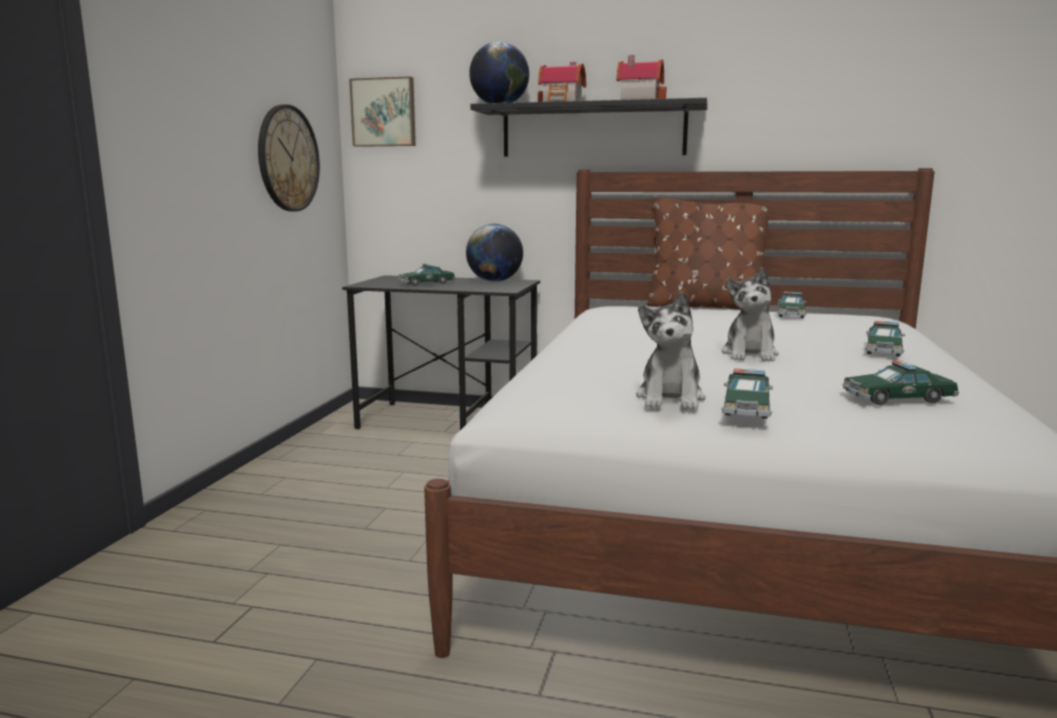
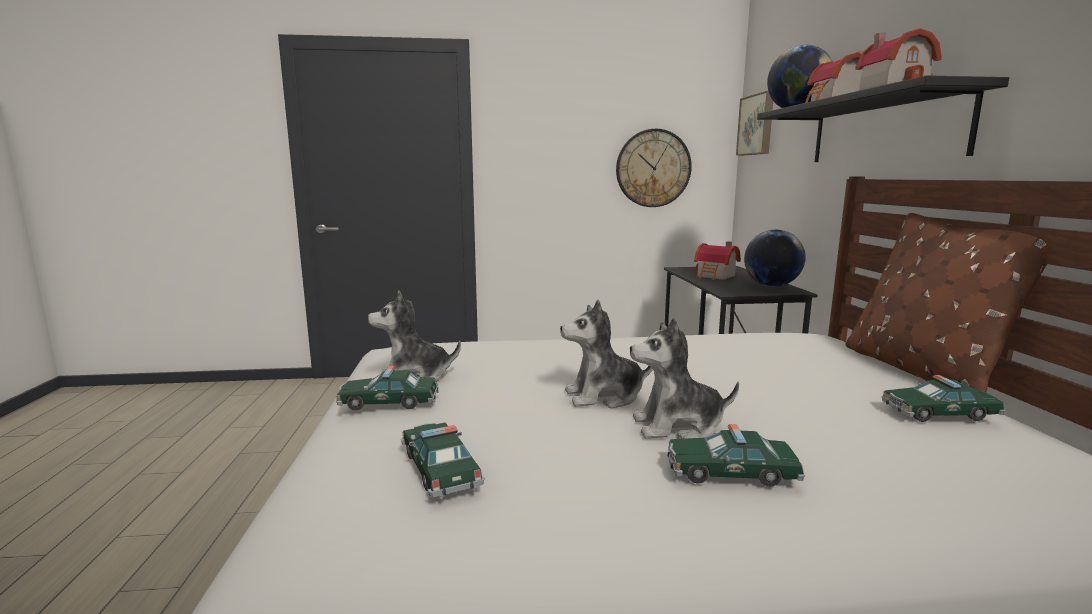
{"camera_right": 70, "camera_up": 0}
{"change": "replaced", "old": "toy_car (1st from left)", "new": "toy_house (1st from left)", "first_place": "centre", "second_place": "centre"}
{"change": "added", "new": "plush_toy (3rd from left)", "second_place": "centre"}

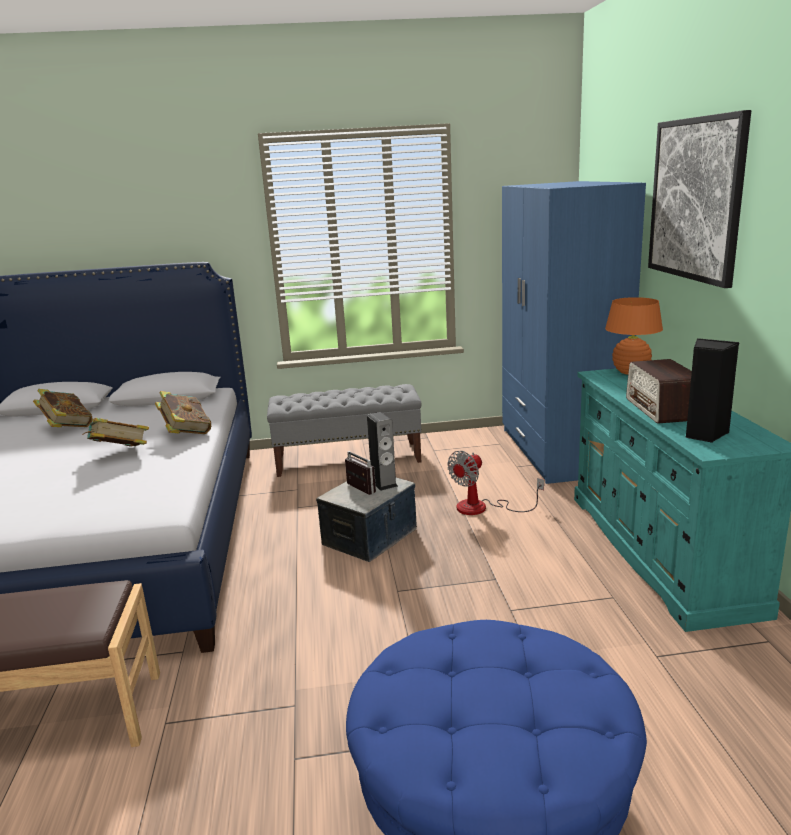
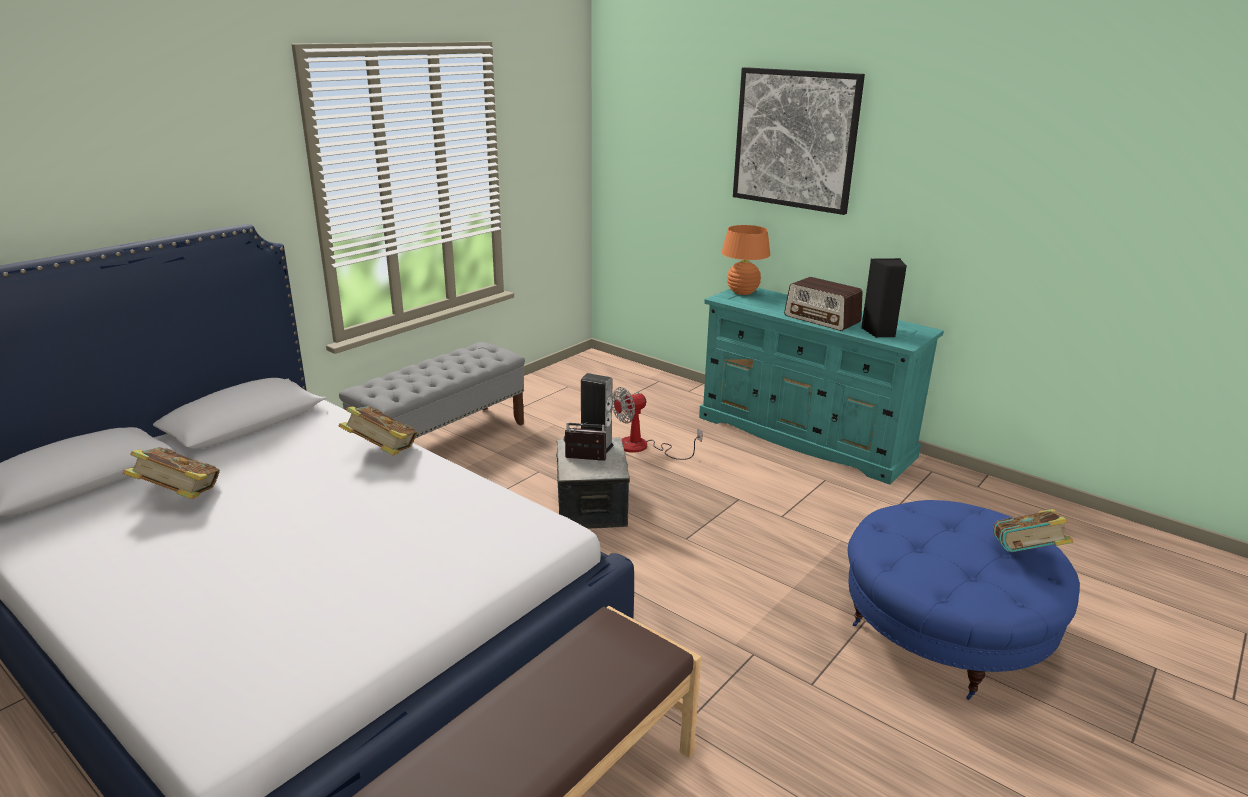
{"camera_right": -45, "camera_up": 5}
{"change": "removed", "old": "blue_wardrobe", "first_place": "middle right"}
{"change": "moved", "old": "book (2nd from left in the first image)", "new": "book (3rd from left)", "first_place": "middle left", "second_place": "middle right"}
{"change": "turned", "old": "fan", "first_place": "centre", "second_place": "centre", "degrees": 60}

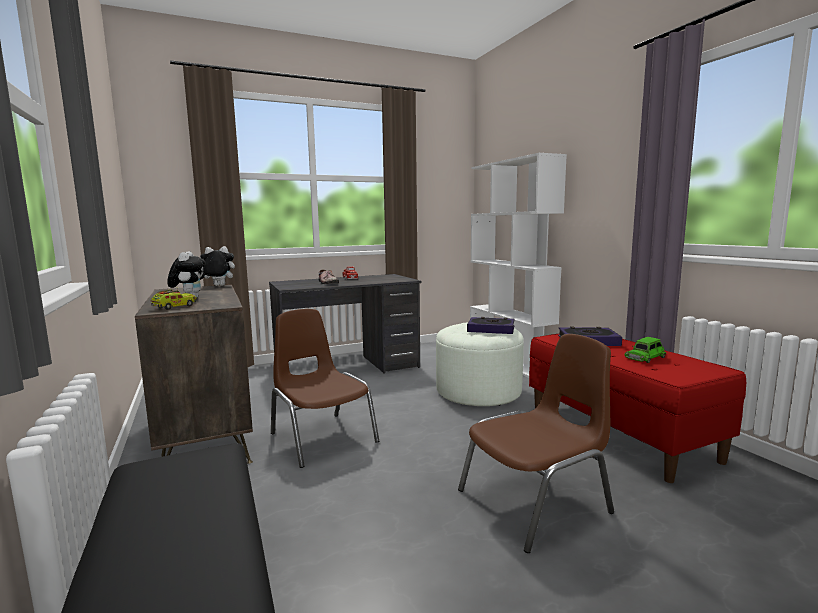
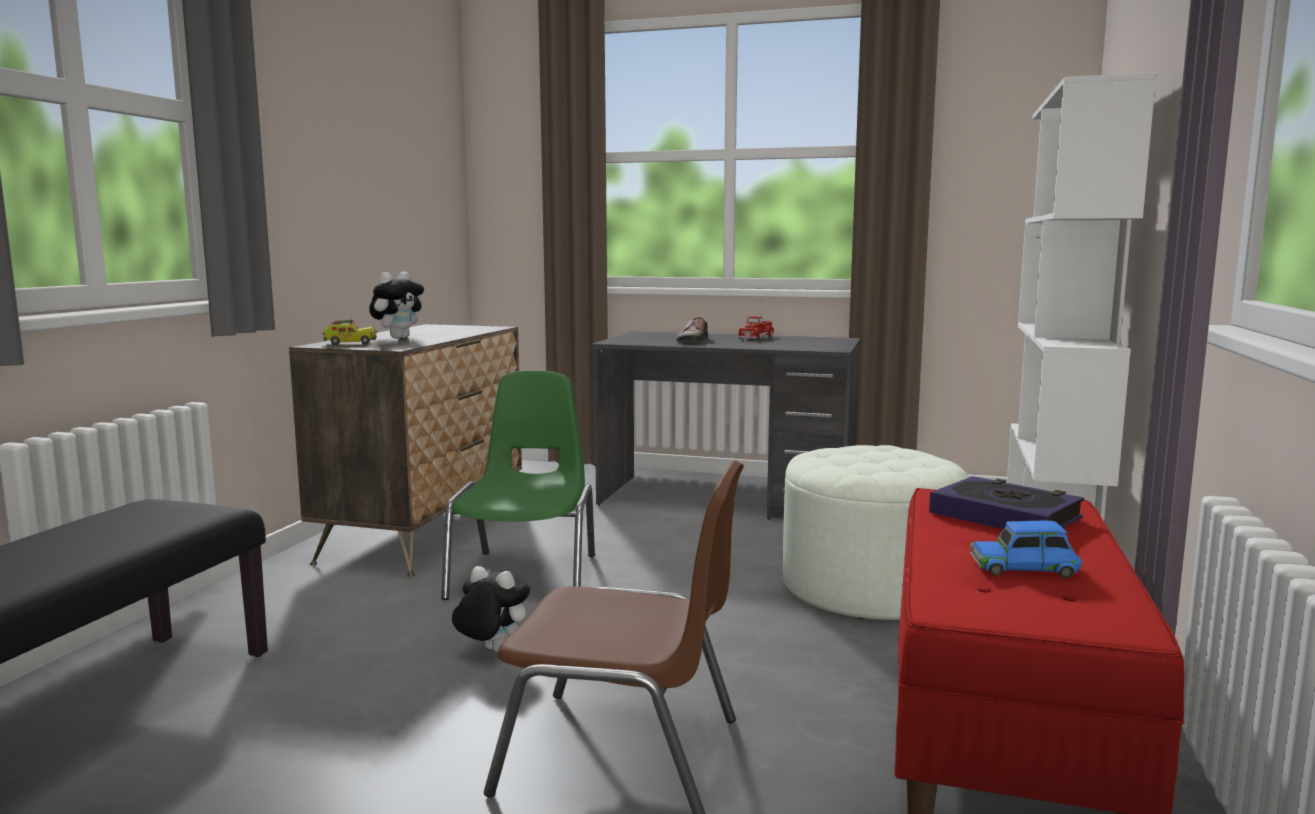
{"camera_right": 40, "camera_up": 0}
{"change": "moved", "old": "plush_toy (2nd from left)", "first_place": "middle left", "second_place": "bottom centre"}
{"change": "recoloured", "old": "brown_chair (1st from left)", "new": "green_chair", "first_place": "centre", "second_place": "centre"}
{"change": "removed", "old": "book (1st from left)", "first_place": "centre"}
{"change": "recoloured", "old": "green_toy_car", "new": "blue_toy_car", "first_place": "middle right", "second_place": "bottom right"}

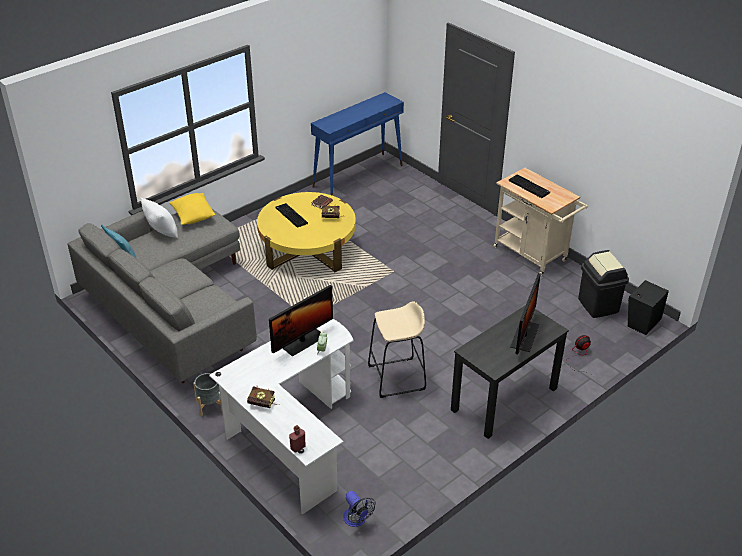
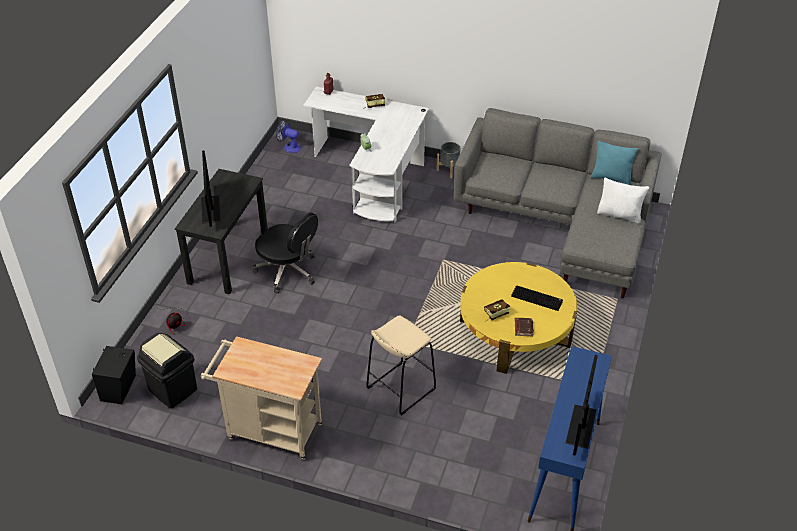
{"camera_right": 150, "camera_up": 5}
{"change": "removed", "old": "keyboard (2nd from left)", "first_place": "middle right"}
{"change": "removed", "old": "yellow_pillow", "first_place": "middle left"}
{"change": "moved", "old": "monitor (1st from left in the first image)", "new": "monitor (2nd from left)", "first_place": "centre", "second_place": "bottom right"}
{"change": "moved", "old": "beige_stool", "first_place": "centre", "second_place": "bottom centre"}
{"change": "added", "new": "black_office_chair", "second_place": "centre"}

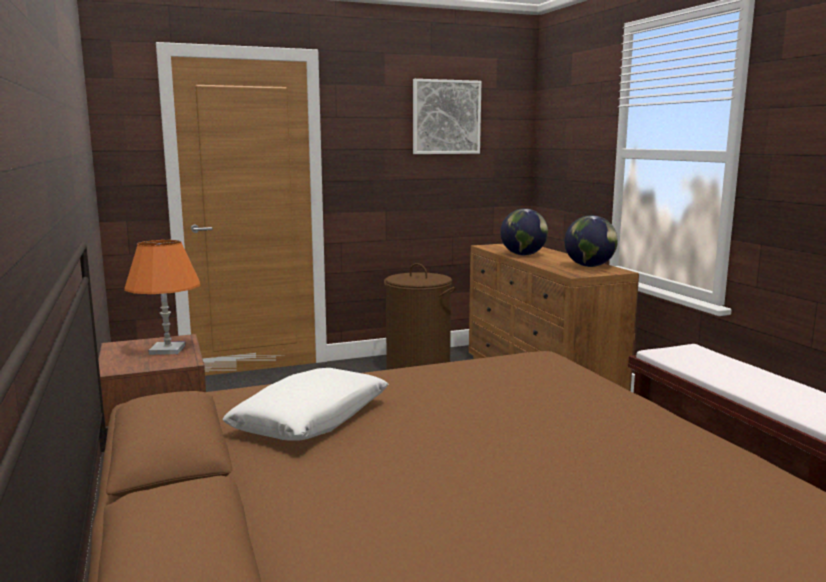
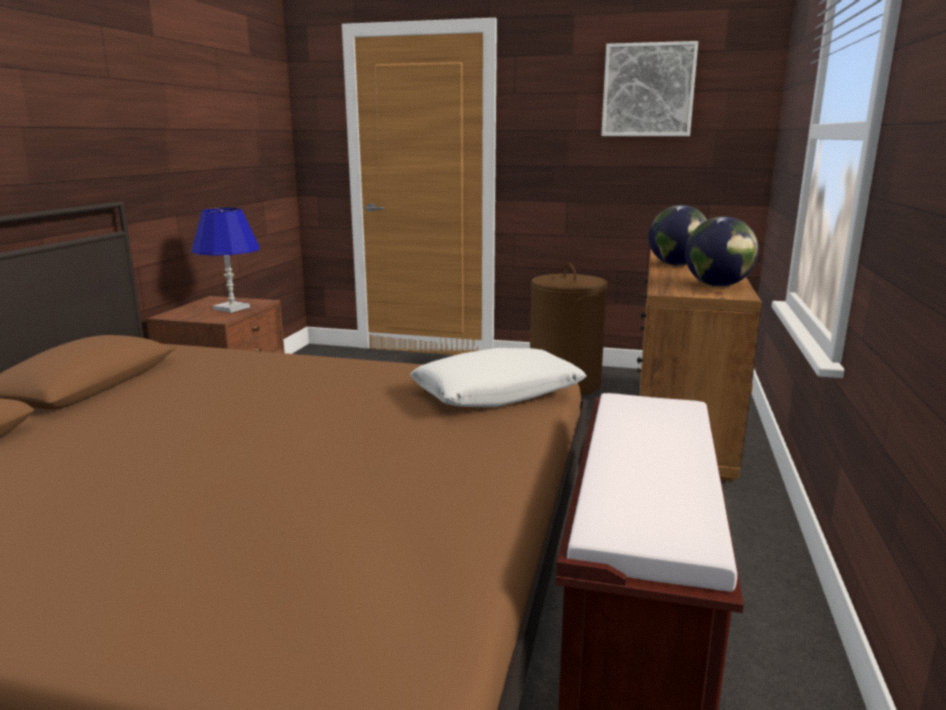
{"camera_right": 35, "camera_up": 5}
{"change": "recoloured", "old": "orange_table_lamp", "new": "blue_table_lamp", "first_place": "middle left", "second_place": "middle left"}
{"change": "moved", "old": "white_pillow", "first_place": "bottom centre", "second_place": "centre"}

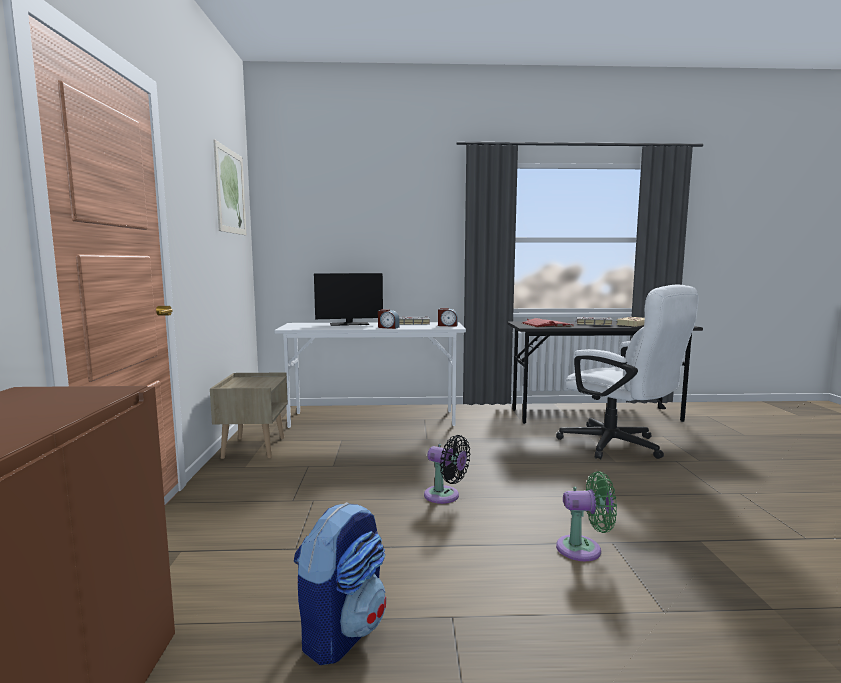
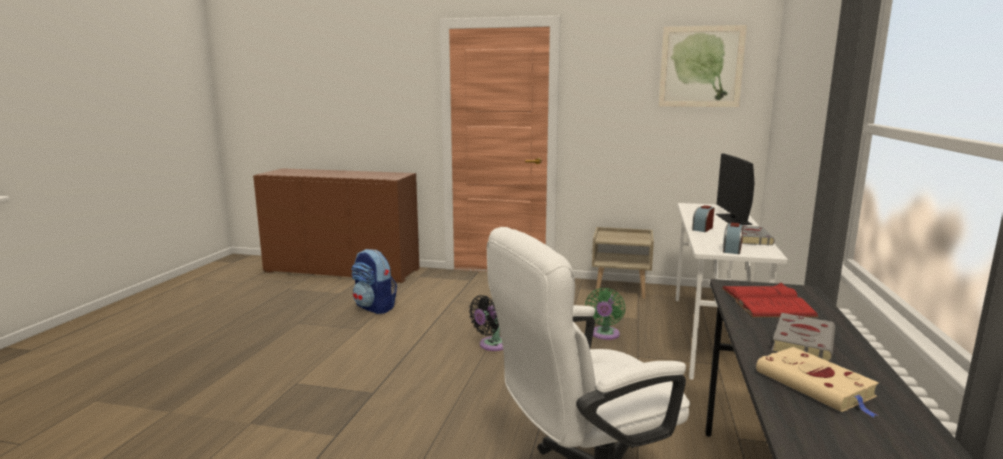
{"camera_right": 105, "camera_up": 5}
{"change": "moved", "old": "green_fan", "first_place": "bottom right", "second_place": "bottom centre"}

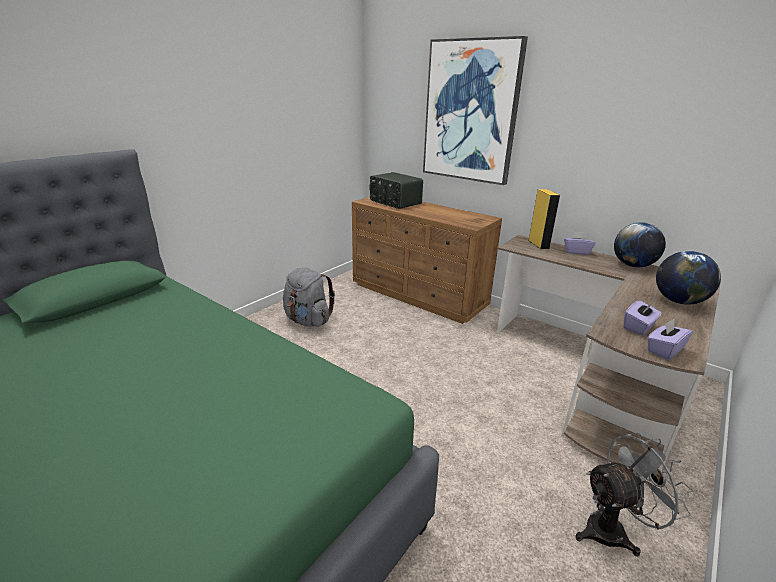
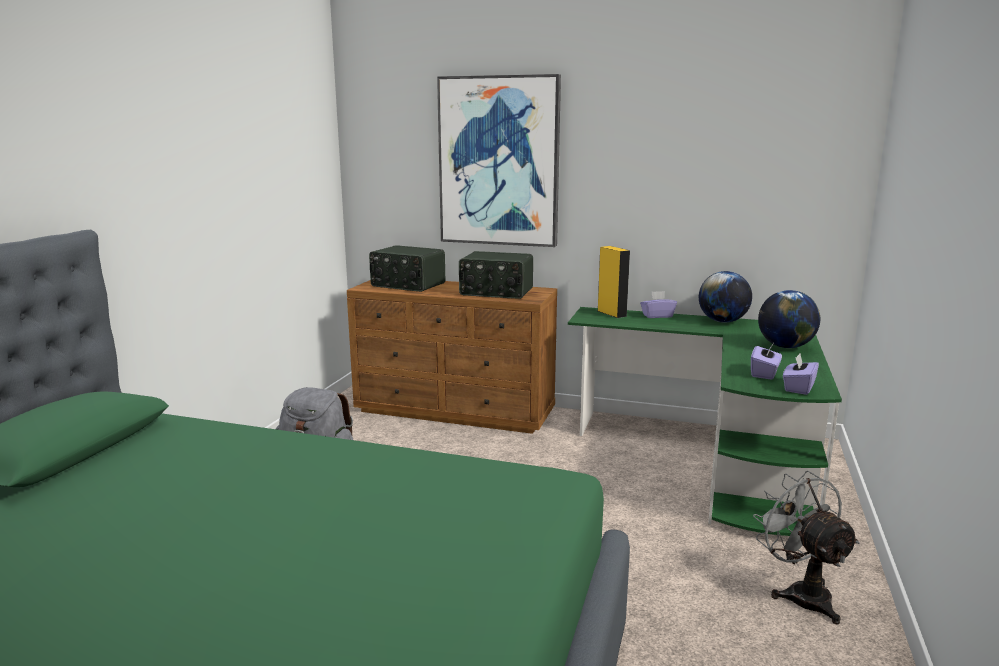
{"camera_right": -20, "camera_up": -10}
{"change": "recoloured", "old": "brown_desk", "new": "green_desk", "first_place": "middle right", "second_place": "middle right"}
{"change": "turned", "old": "grey_fan", "first_place": "bottom right", "second_place": "bottom right", "degrees": -75}
{"change": "added", "new": "radio (2nd from left)", "second_place": "centre"}

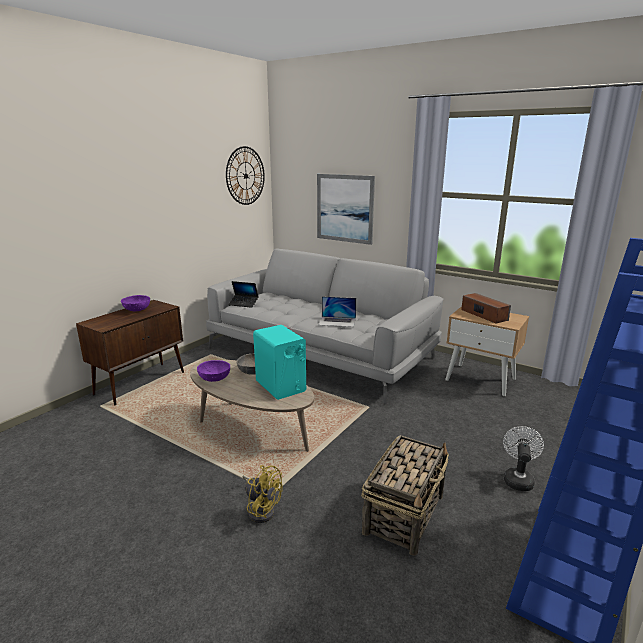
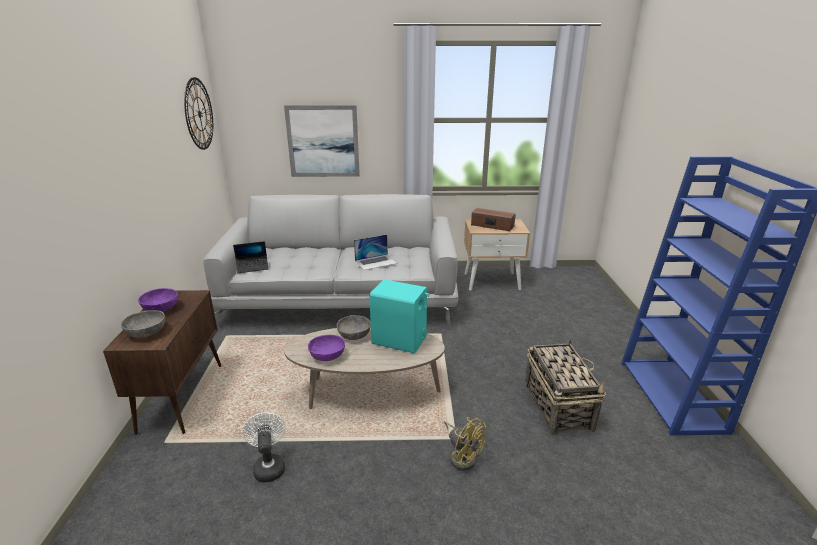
{"camera_right": -35, "camera_up": 5}
{"change": "moved", "old": "white_fan", "first_place": "bottom right", "second_place": "bottom left"}
{"change": "turned", "old": "yellow_fan", "first_place": "bottom centre", "second_place": "bottom centre", "degrees": 45}
{"change": "added", "new": "grey_bowl (1st from left)", "second_place": "middle left"}

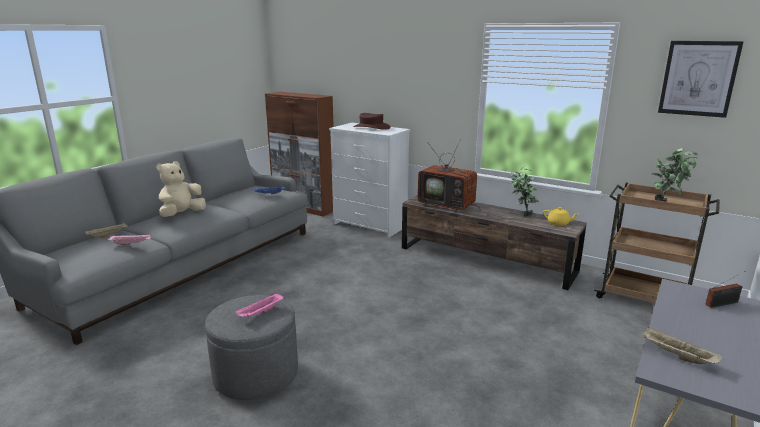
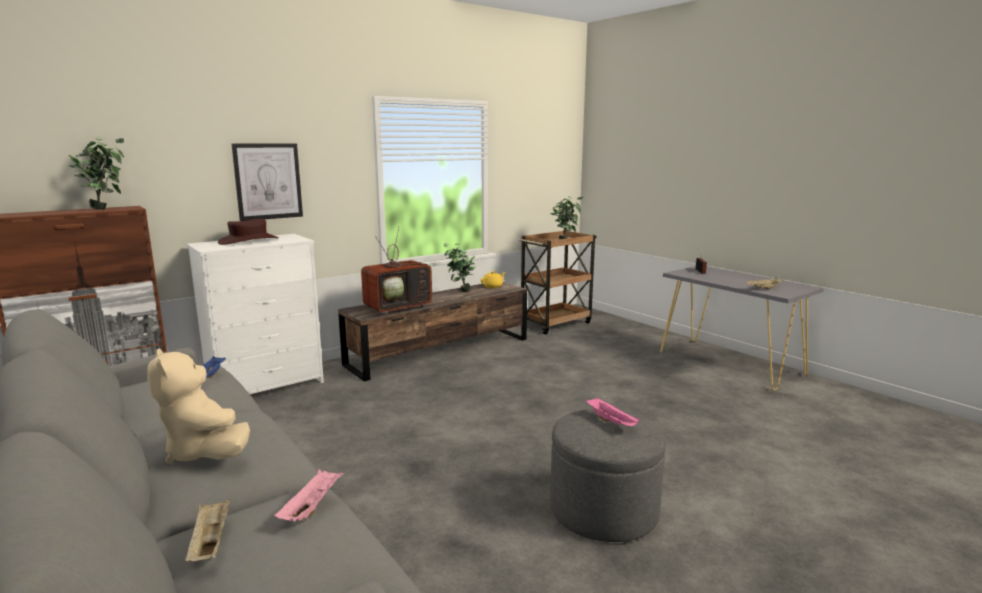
{"camera_right": -70, "camera_up": -5}
{"change": "moved", "old": "picture", "first_place": "top right", "second_place": "top left"}
{"change": "added", "new": "potted_plant (1st from left)", "second_place": "top left"}

